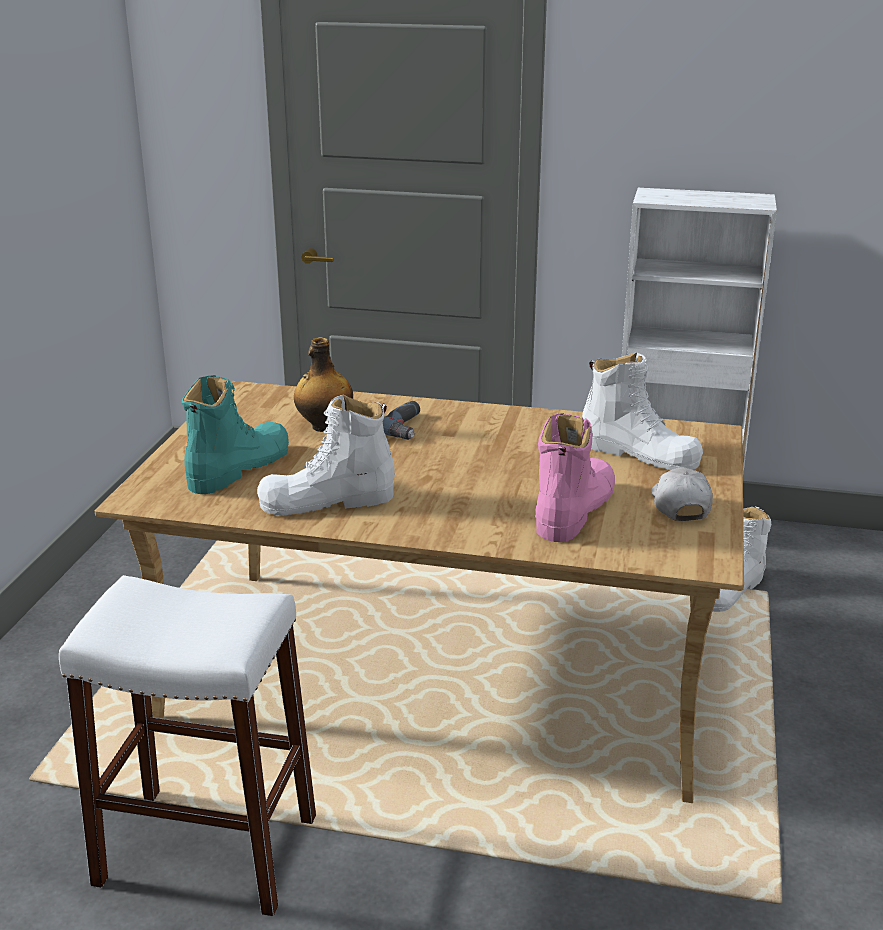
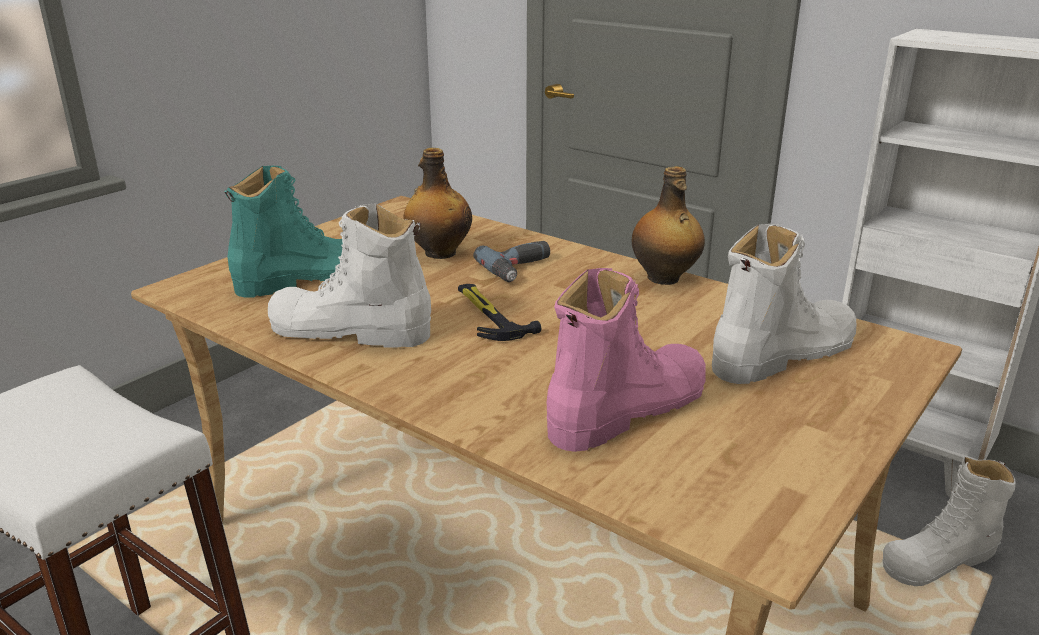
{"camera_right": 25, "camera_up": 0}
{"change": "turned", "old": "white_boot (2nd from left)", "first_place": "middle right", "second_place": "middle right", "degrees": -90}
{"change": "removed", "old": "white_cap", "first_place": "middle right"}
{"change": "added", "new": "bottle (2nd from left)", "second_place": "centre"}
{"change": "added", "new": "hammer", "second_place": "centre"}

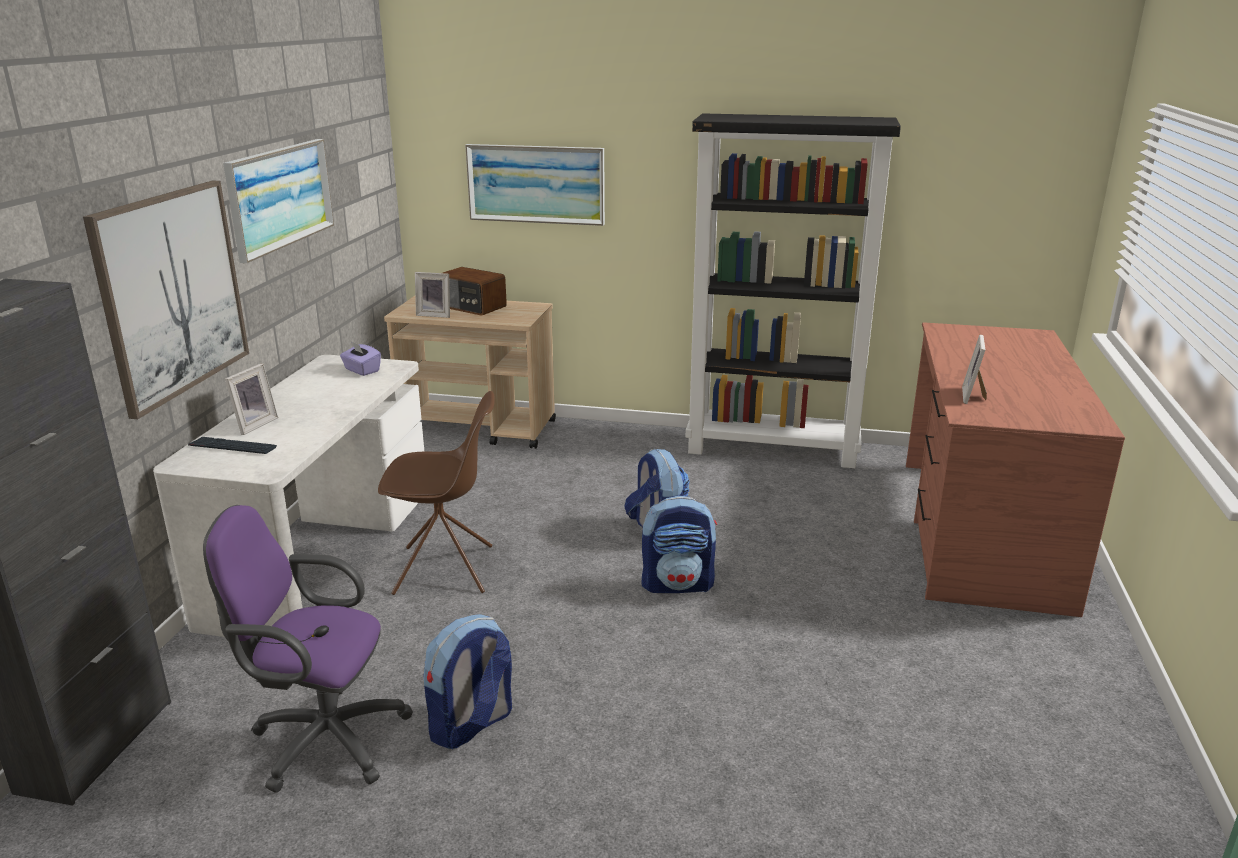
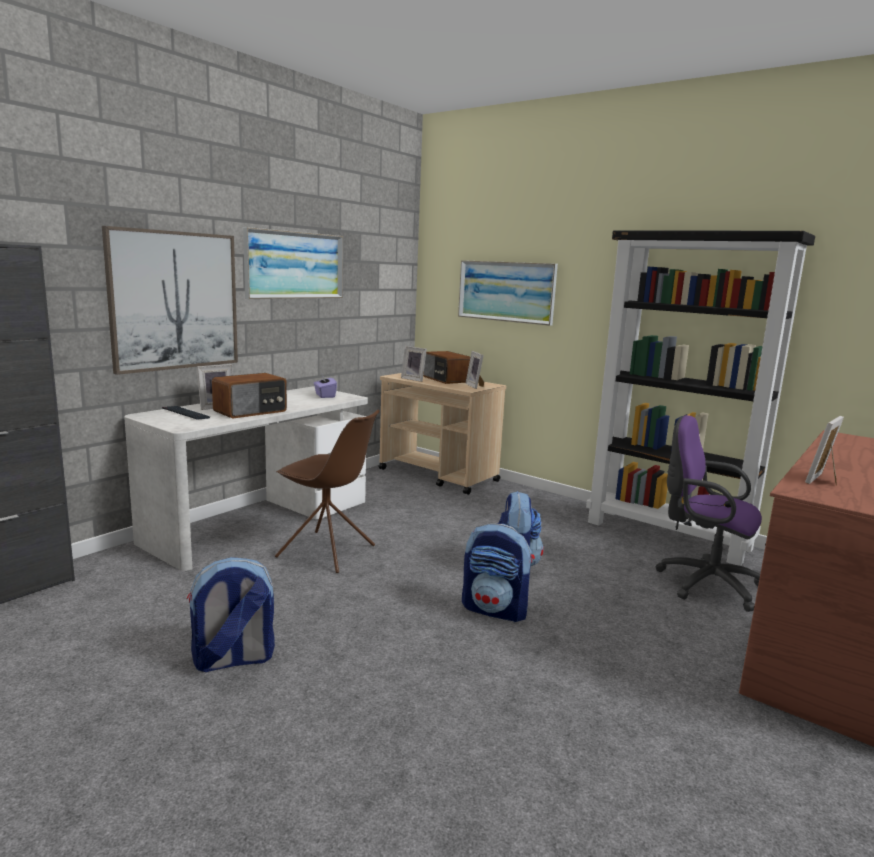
{"camera_right": 25, "camera_up": -10}
{"change": "moved", "old": "purple_office_chair", "first_place": "bottom left", "second_place": "middle right"}
{"change": "added", "new": "picture_frame (3rd from left)", "second_place": "centre"}
{"change": "added", "new": "radio (1st from left)", "second_place": "middle left"}

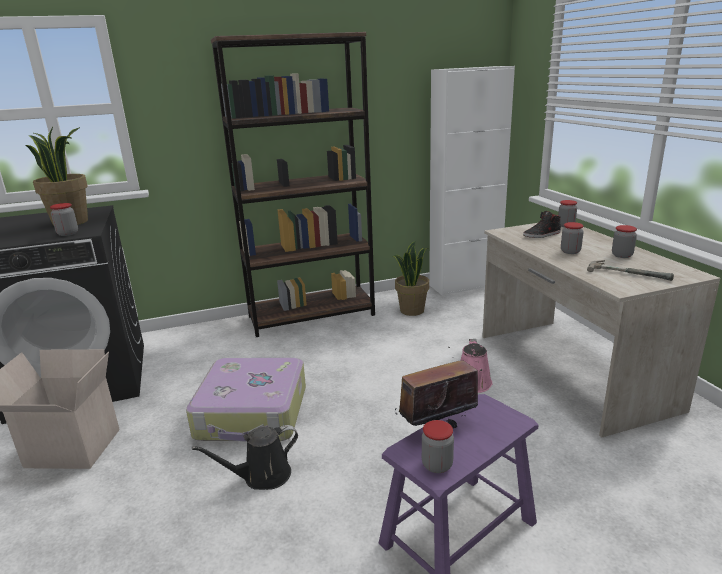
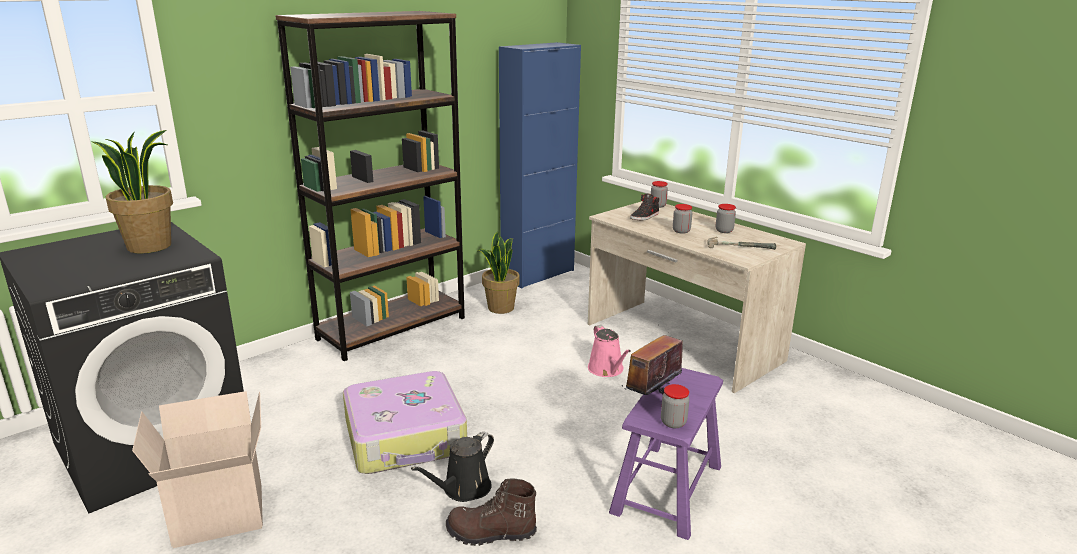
{"camera_right": -25, "camera_up": 0}
{"change": "recoloured", "old": "white_cabinet", "new": "blue_cabinet", "first_place": "top centre", "second_place": "top centre"}
{"change": "removed", "old": "jar (1st from left)", "first_place": "middle left"}
{"change": "added", "new": "brown_boot", "second_place": "bottom centre"}

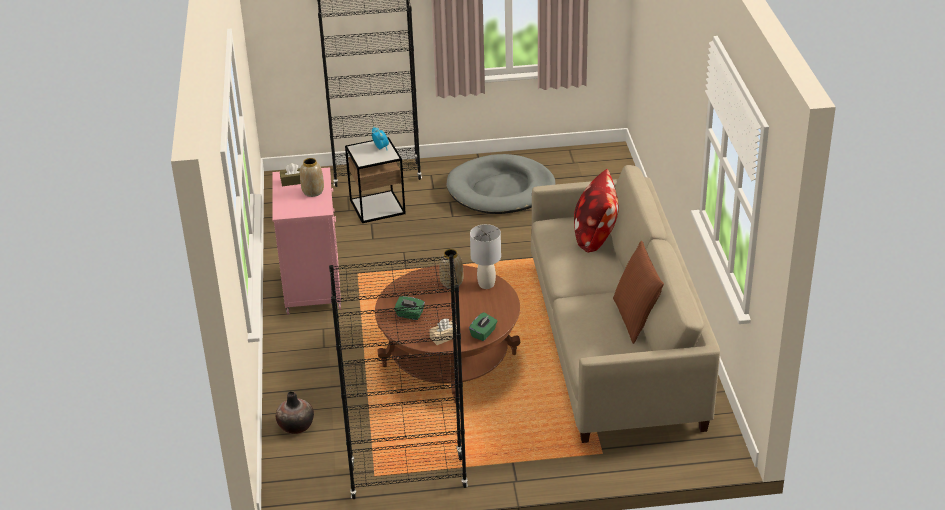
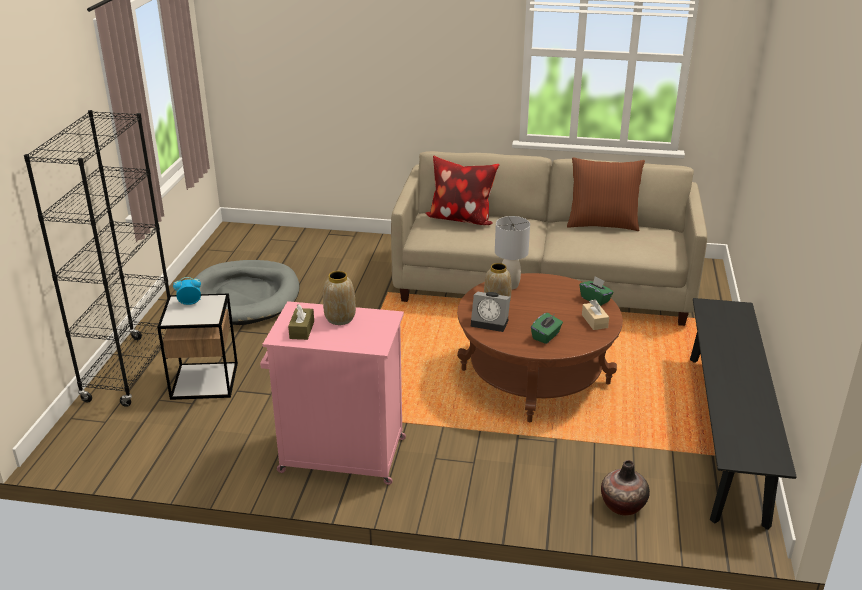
{"camera_right": -75, "camera_up": -5}
{"change": "replaced", "old": "black_bookcase (2nd from left)", "new": "black_bench", "first_place": "bottom centre", "second_place": "bottom right"}
{"change": "added", "new": "alarm_clock (2nd from left)", "second_place": "centre"}

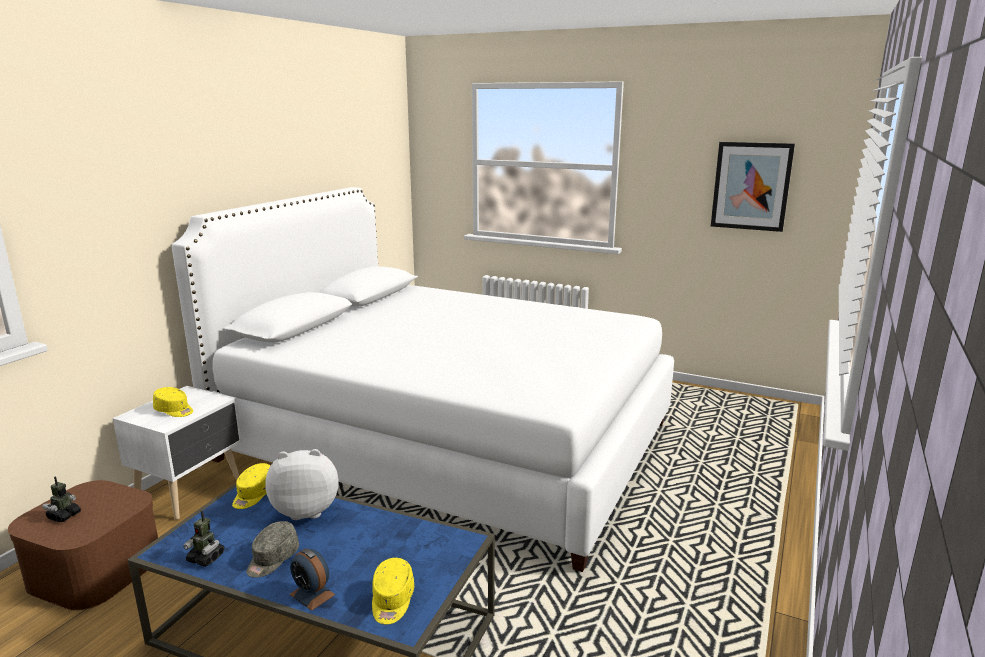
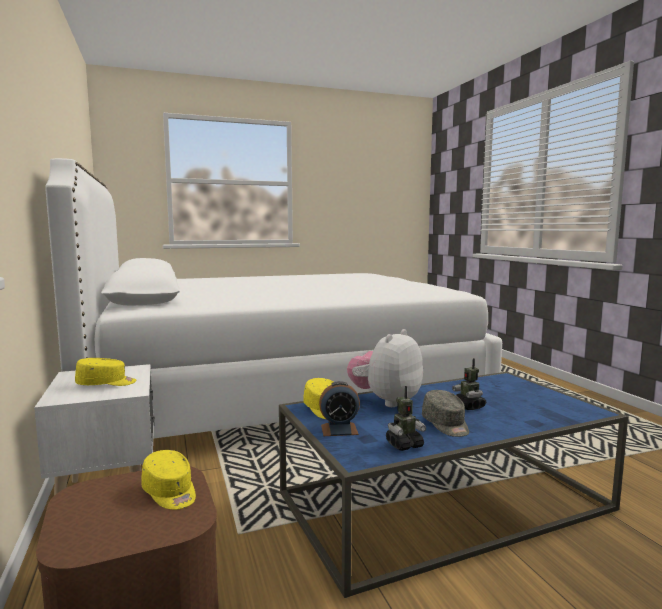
{"camera_right": -45, "camera_up": -10}
{"change": "removed", "old": "picture", "first_place": "top right"}
{"change": "moved", "old": "toy_robot (1st from left in the first image)", "new": "toy_robot (2nd from left)", "first_place": "bottom left", "second_place": "middle right"}
{"change": "moved", "old": "alarm_clock", "first_place": "bottom left", "second_place": "bottom centre"}
{"change": "moved", "old": "yellow_cap (3rd from left in the first image)", "new": "yellow_cap (2nd from left)", "first_place": "bottom centre", "second_place": "bottom left"}

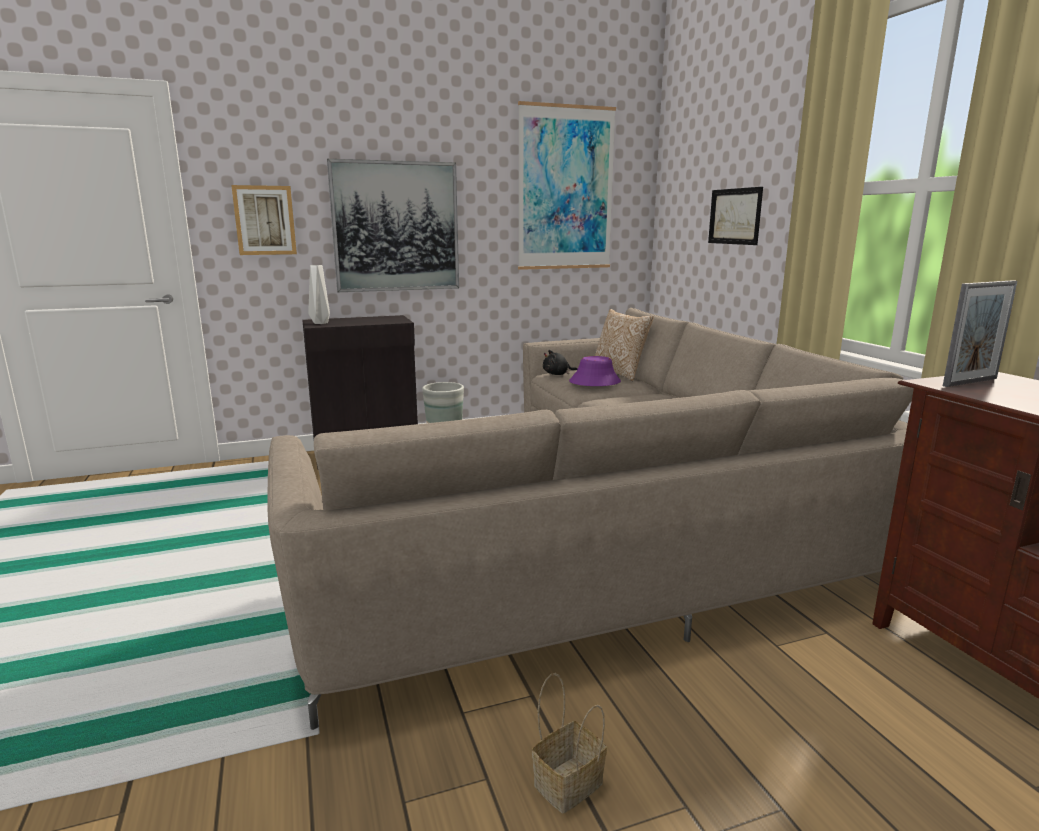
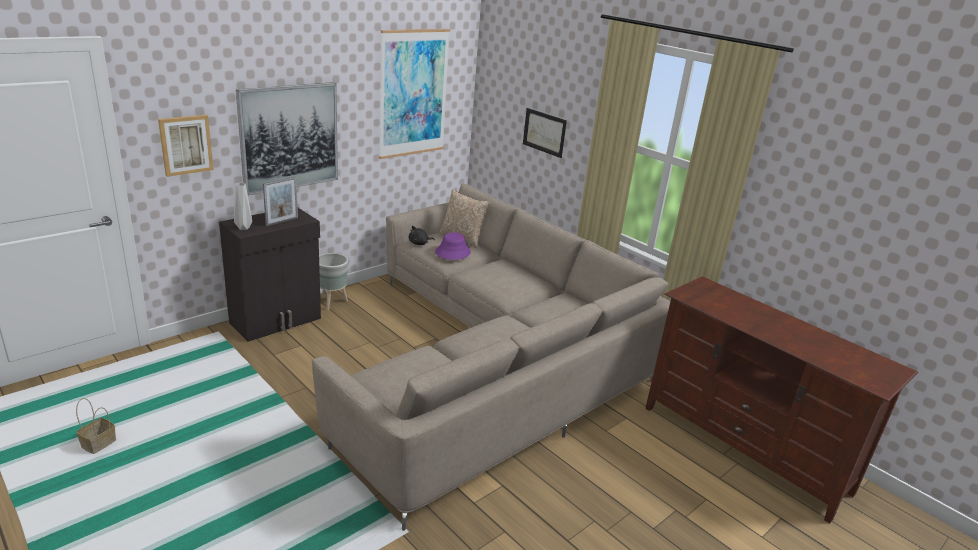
{"camera_right": -25, "camera_up": 10}
{"change": "moved", "old": "picture_frame", "first_place": "middle right", "second_place": "middle left"}
{"change": "moved", "old": "basket", "first_place": "bottom centre", "second_place": "bottom left"}

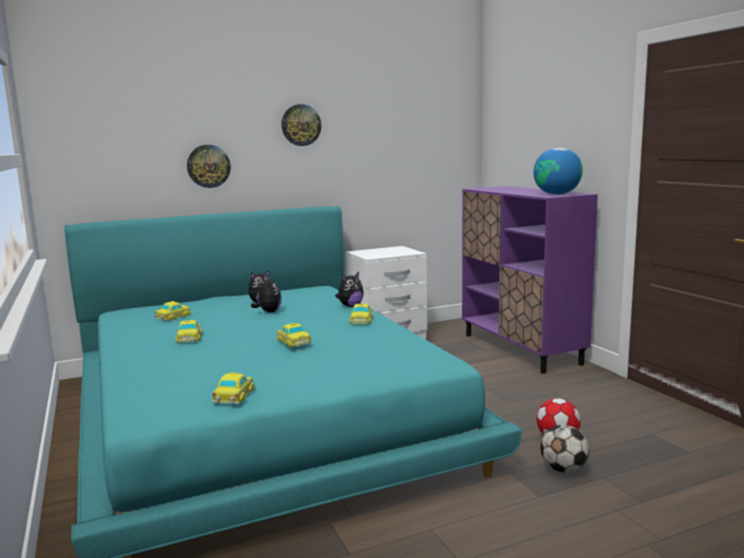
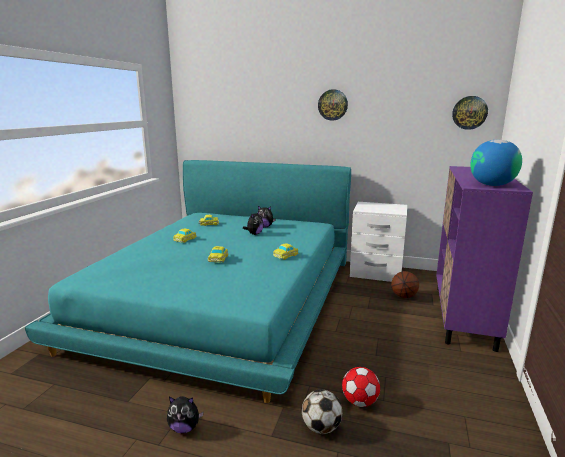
{"camera_right": 40, "camera_up": 5}
{"change": "moved", "old": "wall_clock (1st from left in the first image)", "new": "wall_clock (2nd from left)", "first_place": "top left", "second_place": "top right"}
{"change": "moved", "old": "plush_toy (3rd from left in the first image)", "new": "plush_toy (1st from left)", "first_place": "centre", "second_place": "bottom left"}
{"change": "removed", "old": "toy_car (3rd from left)", "first_place": "bottom left"}
{"change": "added", "new": "basketball", "second_place": "middle right"}

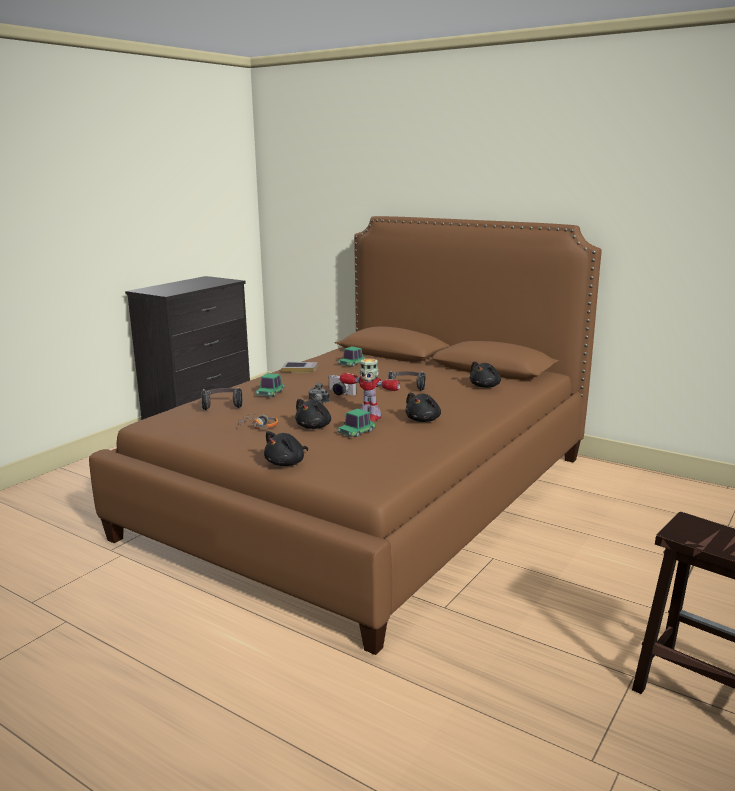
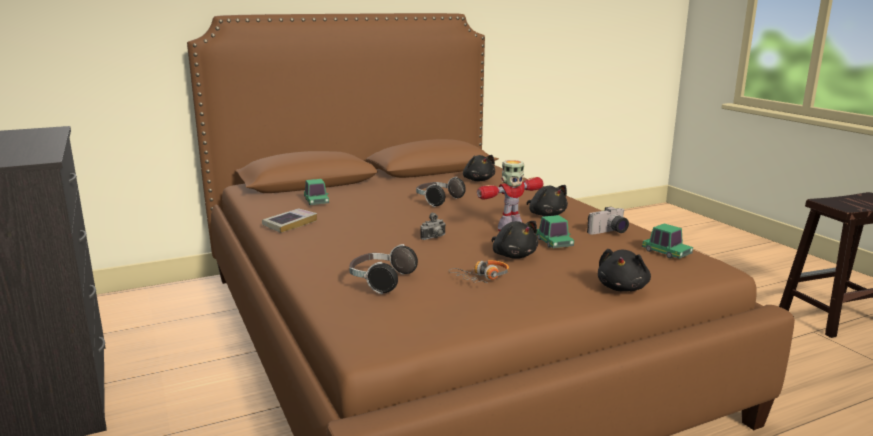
{"camera_right": -60, "camera_up": 0}
{"change": "moved", "old": "toy_car (1st from left in the first image)", "new": "toy_car (3rd from left)", "first_place": "centre", "second_place": "middle right"}
{"change": "moved", "old": "photo_camera (2nd from left)", "first_place": "centre", "second_place": "middle right"}
{"change": "turned", "old": "black_plush_toy (1st from left in the first image)", "first_place": "centre", "second_place": "middle right", "degrees": 45}

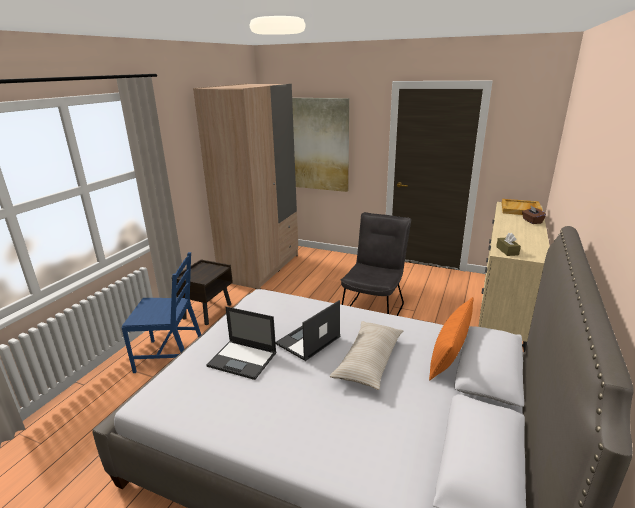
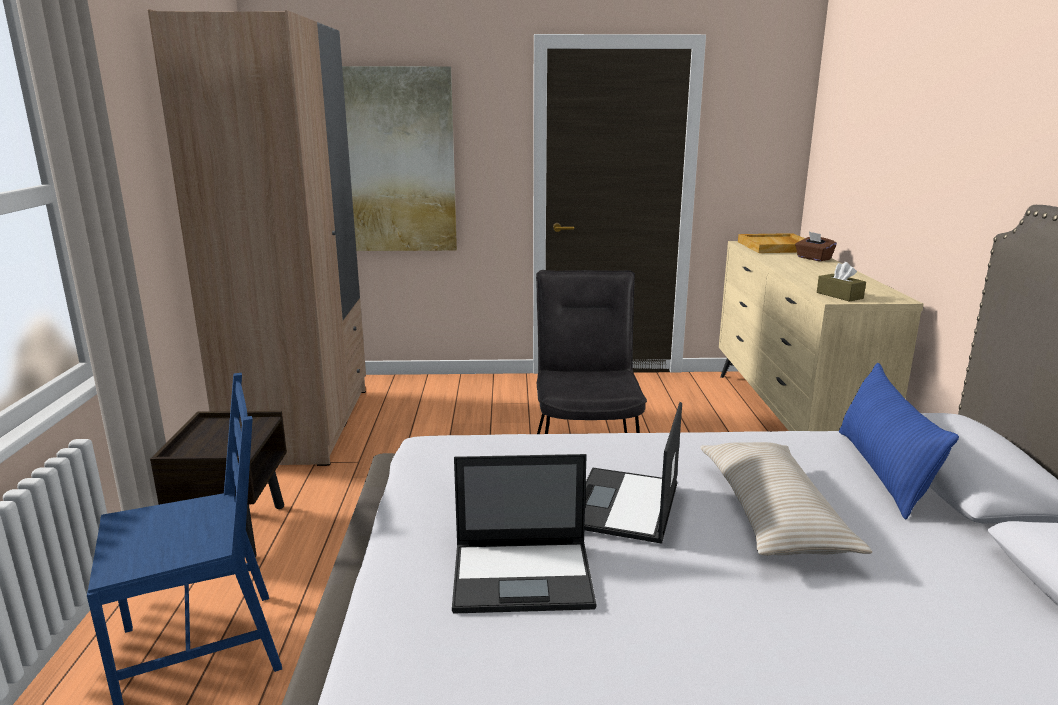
{"camera_right": -25, "camera_up": -5}
{"change": "recoloured", "old": "orange_pillow", "new": "blue_pillow", "first_place": "middle right", "second_place": "middle right"}

